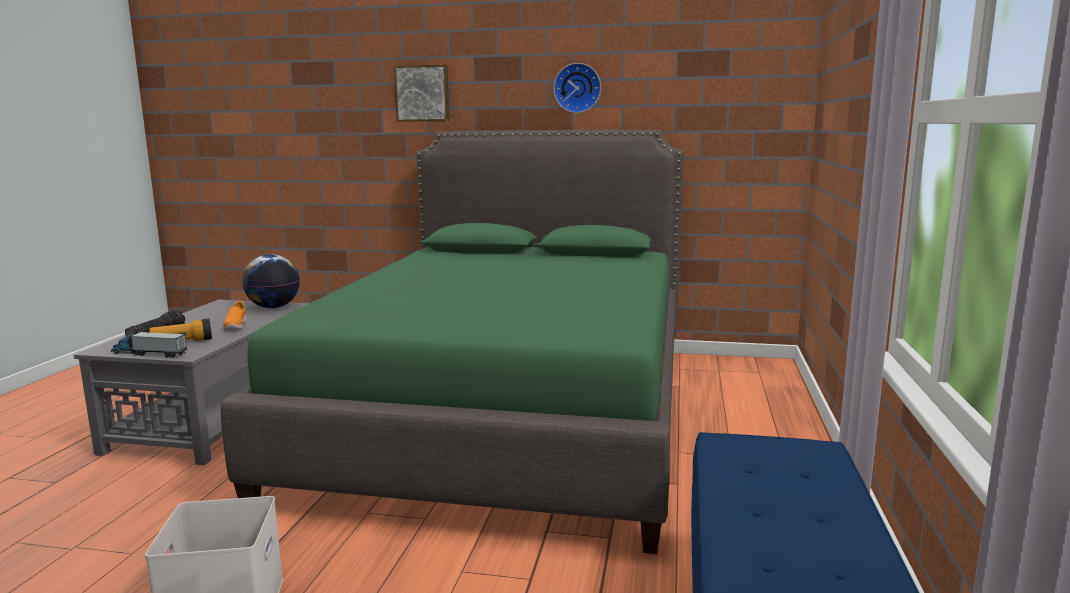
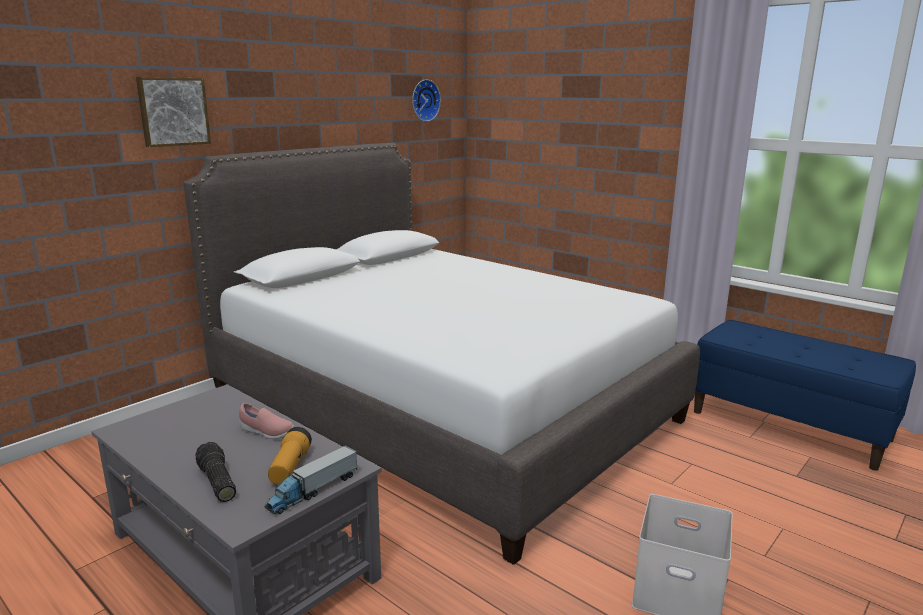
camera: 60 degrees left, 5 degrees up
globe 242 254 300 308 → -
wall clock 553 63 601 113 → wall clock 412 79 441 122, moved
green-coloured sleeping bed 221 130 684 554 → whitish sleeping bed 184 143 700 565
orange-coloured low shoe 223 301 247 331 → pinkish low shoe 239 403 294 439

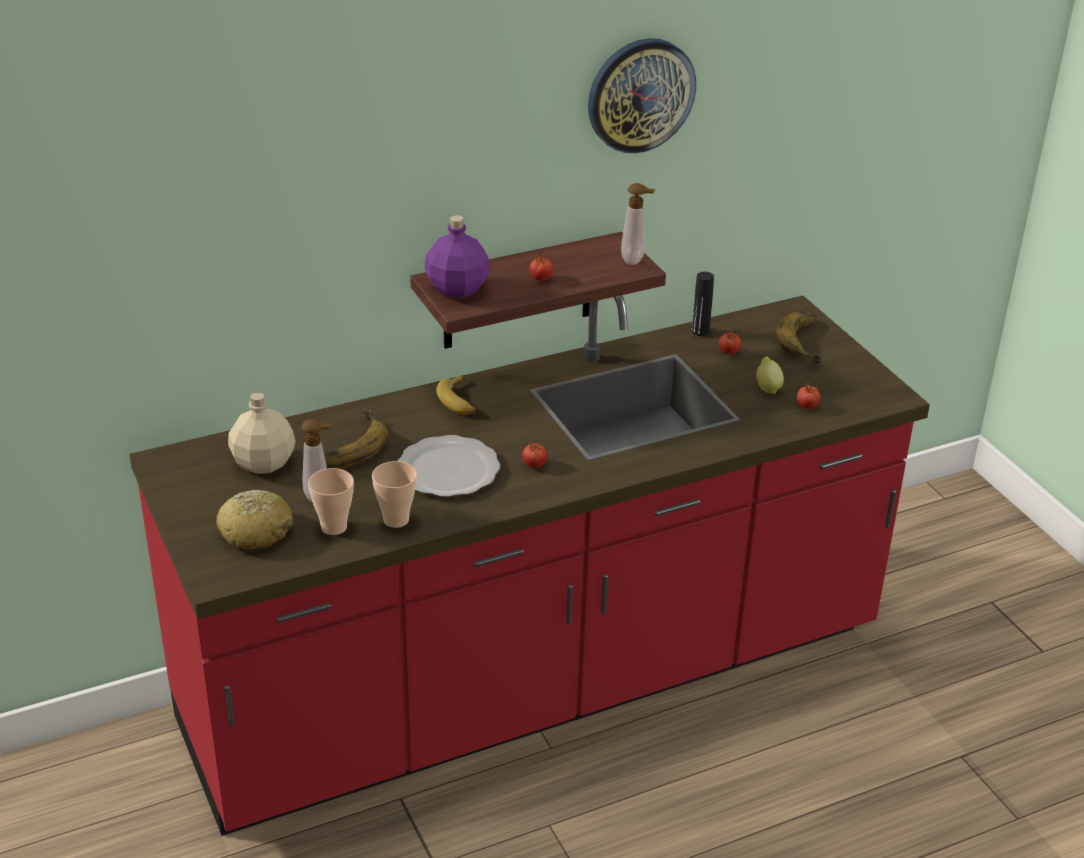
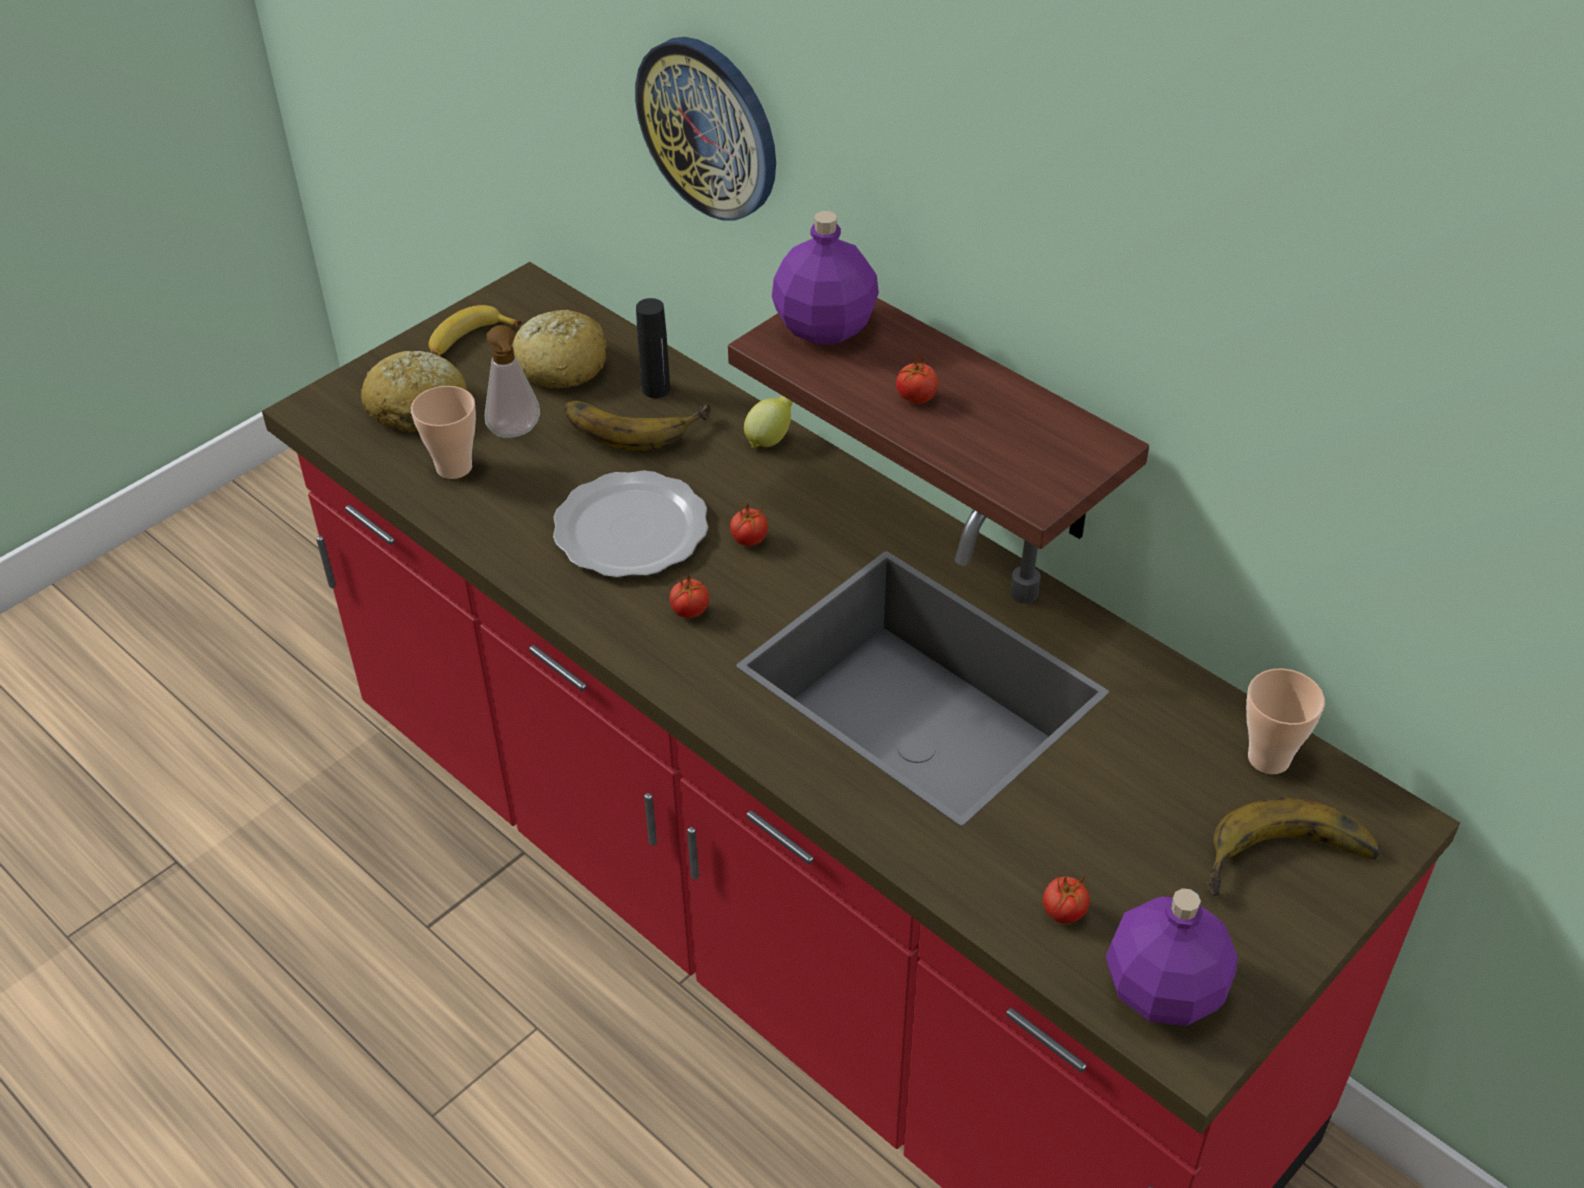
camera: 70 degrees right, 10 degrees up
liquid soap bottle 621 183 655 265 → -
- → purple drink bottle 1106 888 1238 1026
small cup 372 461 417 528 → small cup 1246 668 1325 774, moved
whole banana 436 375 476 415 → whole banana 429 305 521 356, moved
wall clock 588 38 696 153 → wall clock 635 37 776 221, moved
blackish drink bottle 692 272 714 336 → blackish drink bottle 636 298 670 398, moved
whole tomato 719 328 742 355 → whole tomato 730 502 768 546, moved
whole lemon 756 357 784 394 → whole lemon 744 396 793 448, moved
sand-coloured drink bottle 228 393 295 474 → bread 512 310 607 388

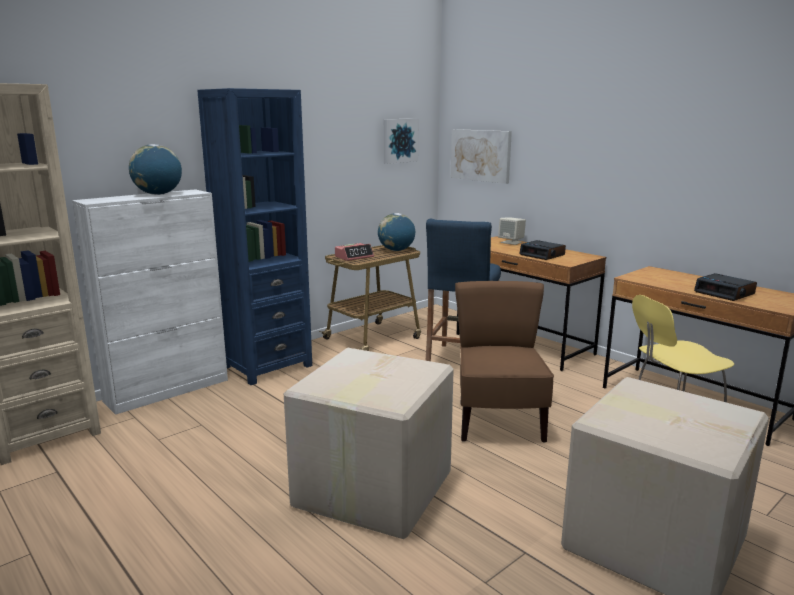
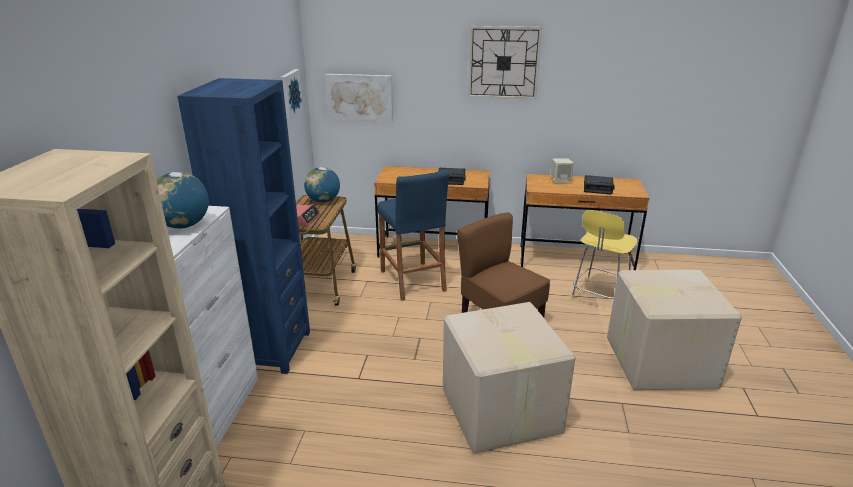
camera: 40 degrees left, 10 degrees up
- → wall clock 468 26 542 100
sand-coloured audio speaker 498 217 526 245 → sand-coloured audio speaker 551 158 574 183, moved

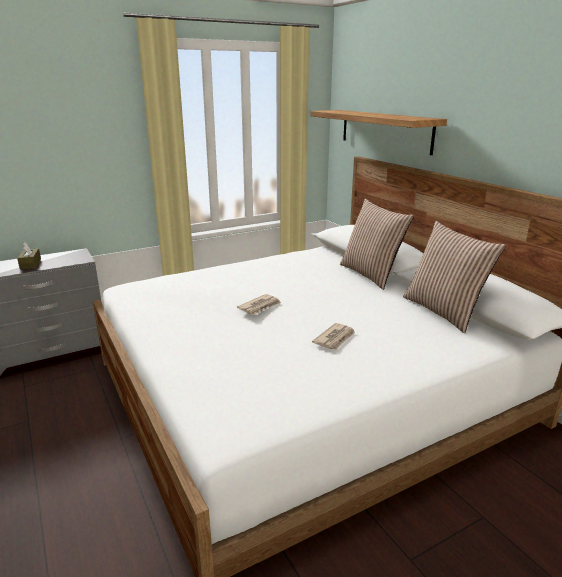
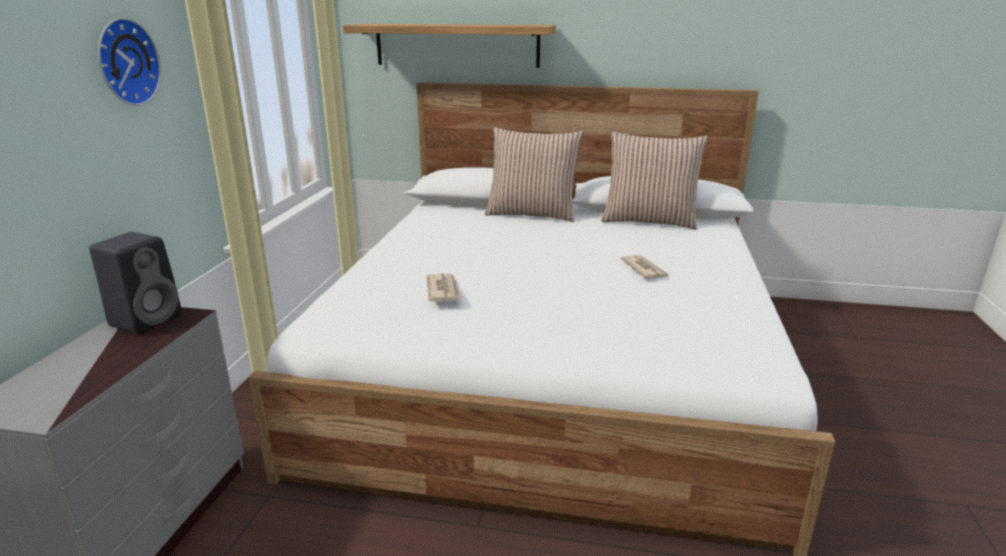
camera: 50 degrees left, 0 degrees up
brownish tissue box 17 242 41 269 → -
- → blackish audio speaker 89 232 182 334
- → wall clock 98 18 161 106
printed paper 237 294 281 315 → printed paper 427 274 463 301, moved

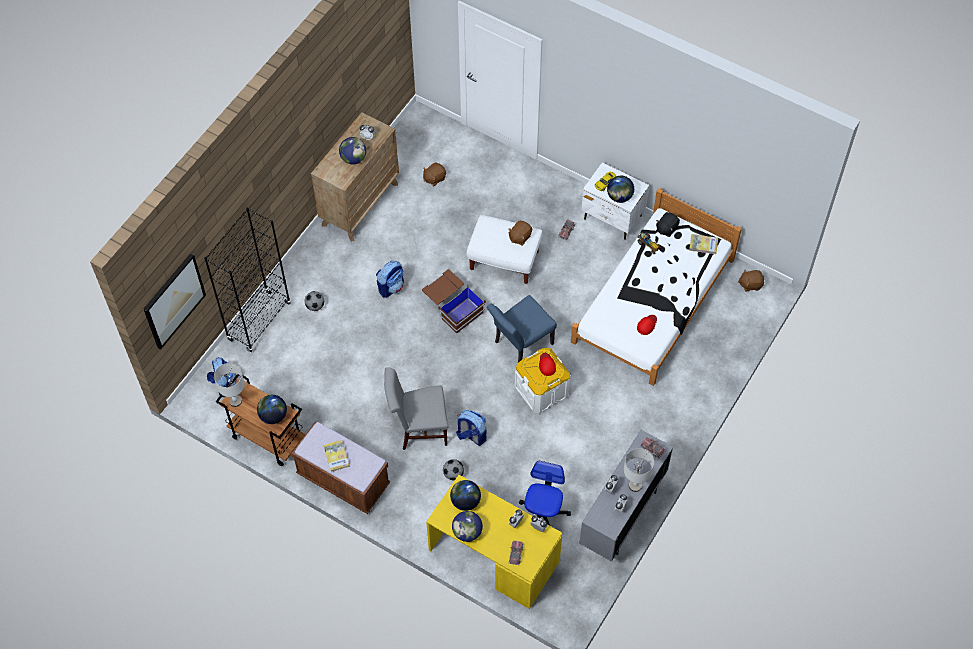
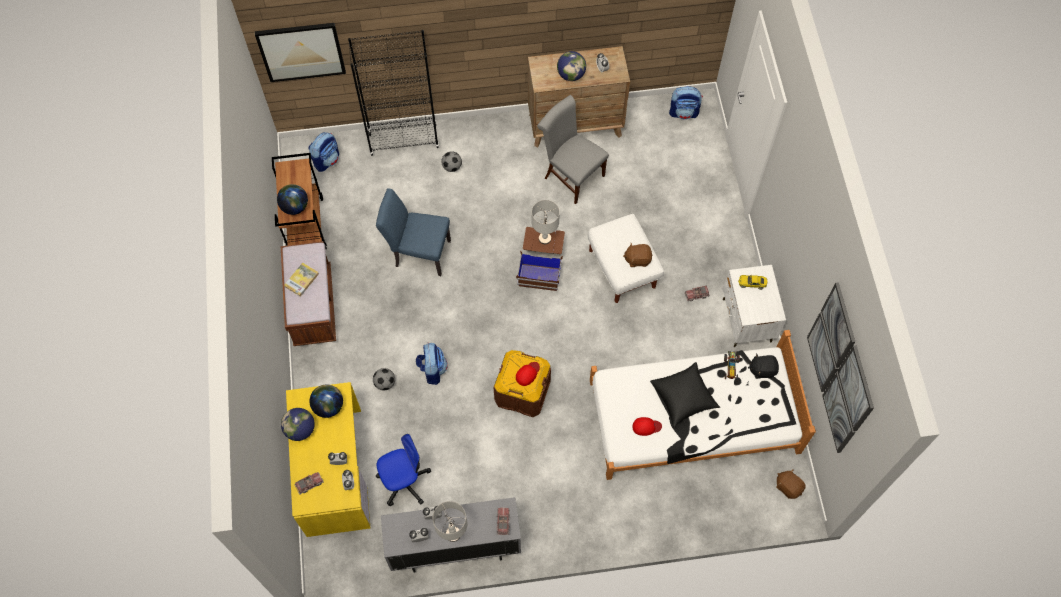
camera: 50 degrees right, 5 degrees up
brownish soft toy 423 163 446 186 → -
globe 607 176 634 203 → -
volume 689 234 718 254 → -
- → blackish pillow 650 362 720 427
- → picture 807 282 874 453
gray tabletop lamp 214 363 245 407 → gray tabletop lamp 531 200 560 244, moved
knapsack 376 261 404 298 → knapsack 669 86 703 120, moved
gray plain chair 384 367 448 450 → gray plain chair 537 95 609 204, moved
blue-coloured plain chair 487 295 557 363 → blue-coloured plain chair 376 188 451 276, moved
whitish storage box 515 348 571 414 → brownish storage box 493 350 551 417

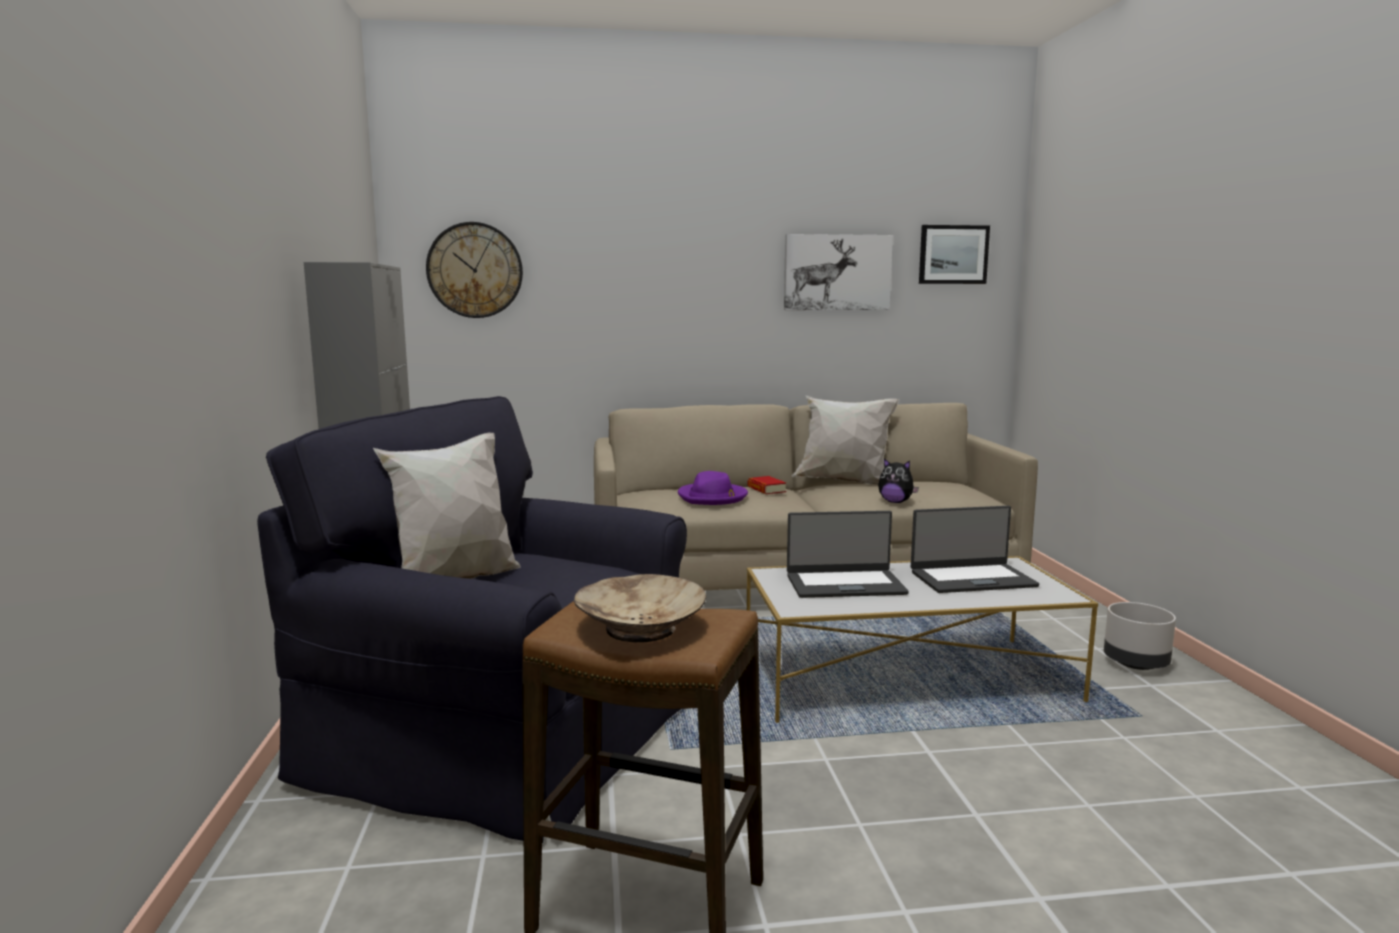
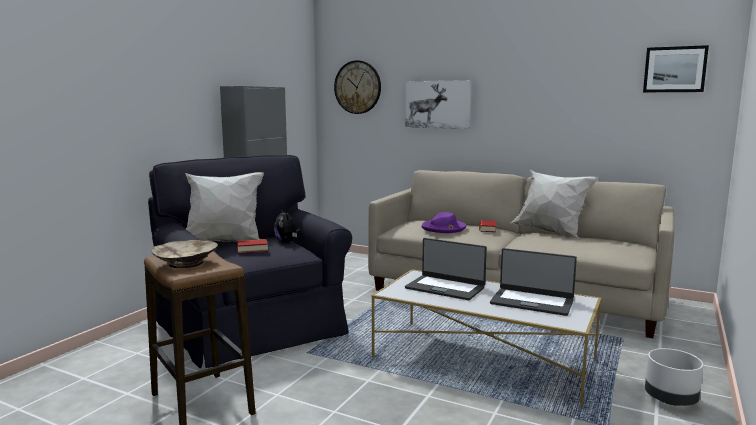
camera: 35 degrees right, 0 degrees up
- → volume 237 239 268 253
picture 784 234 893 310 → picture 405 80 472 129, moved
soft toy 878 458 919 503 → soft toy 274 209 300 243, moved

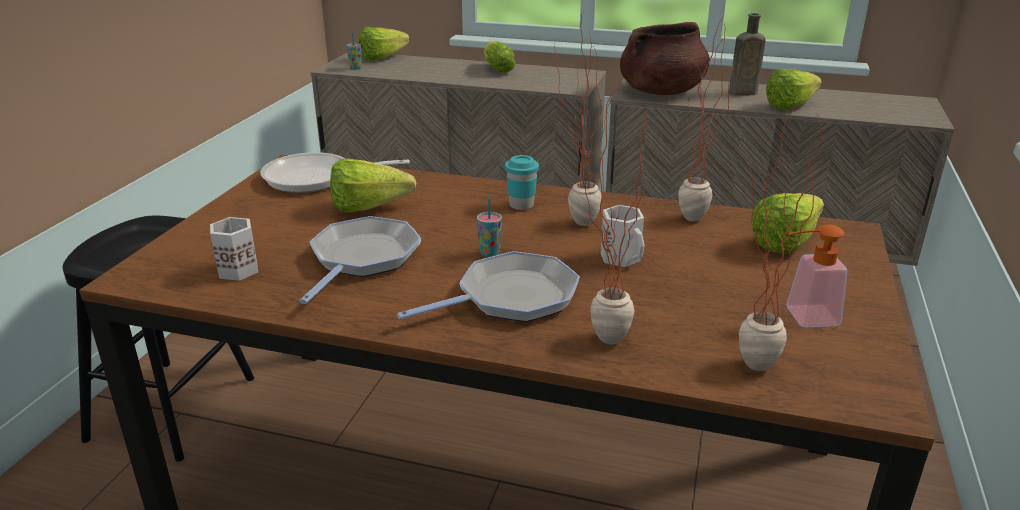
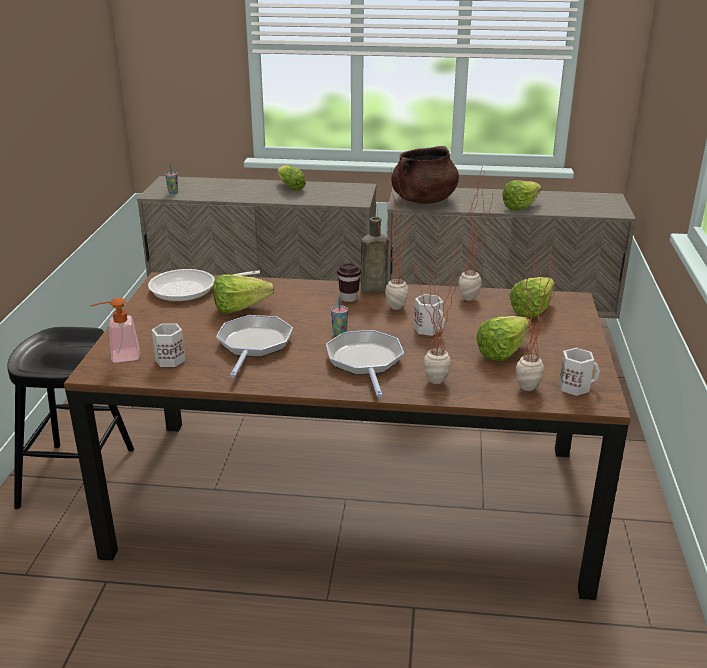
camera: 10 degrees left, 0 degrees up
- → whitish coffee mug 559 348 600 396
lettuce head 359 27 410 61 → lettuce head 476 316 530 361, moved
brownish drink bottle 729 13 766 96 → brownish drink bottle 361 217 389 293, moved
liquid soap bottle 787 224 847 327 → liquid soap bottle 90 298 140 363, moved
blue-green small cup 505 155 539 210 → brownish small cup 337 263 361 302
pan 397 251 580 322 → pan 326 330 404 397, 60 degrees counterclockwise

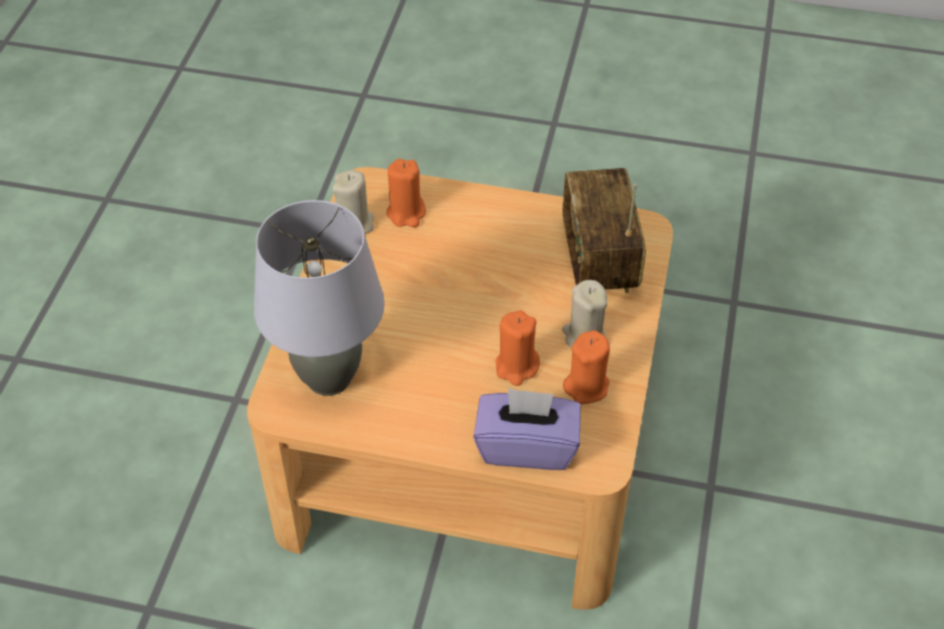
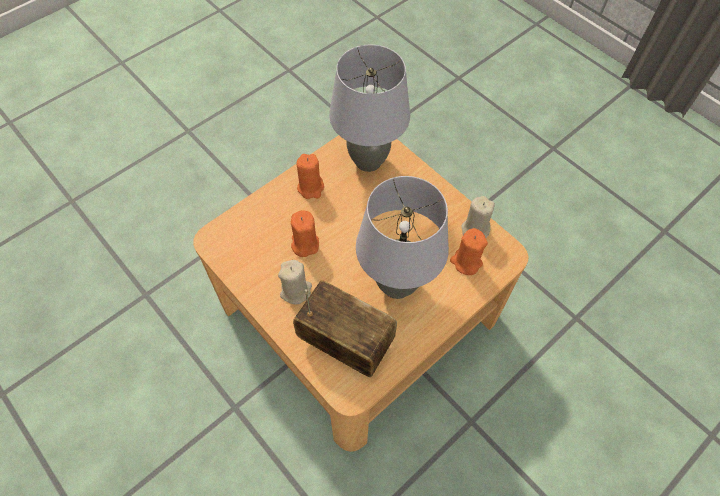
camera: 125 degrees right, 10 degrees up
purple tissue box 473 388 581 470 → -
- → gray tabletop lamp 356 176 449 299
orange-coloured wax light 563 330 610 404 → orange-coloured wax light 296 154 324 199, moved

